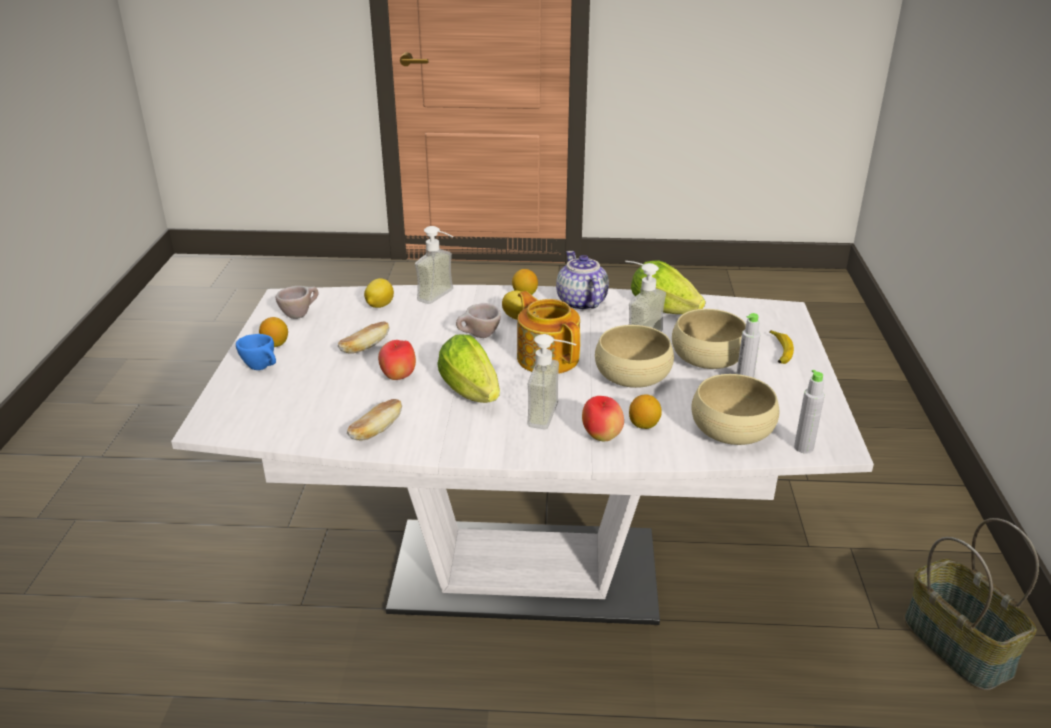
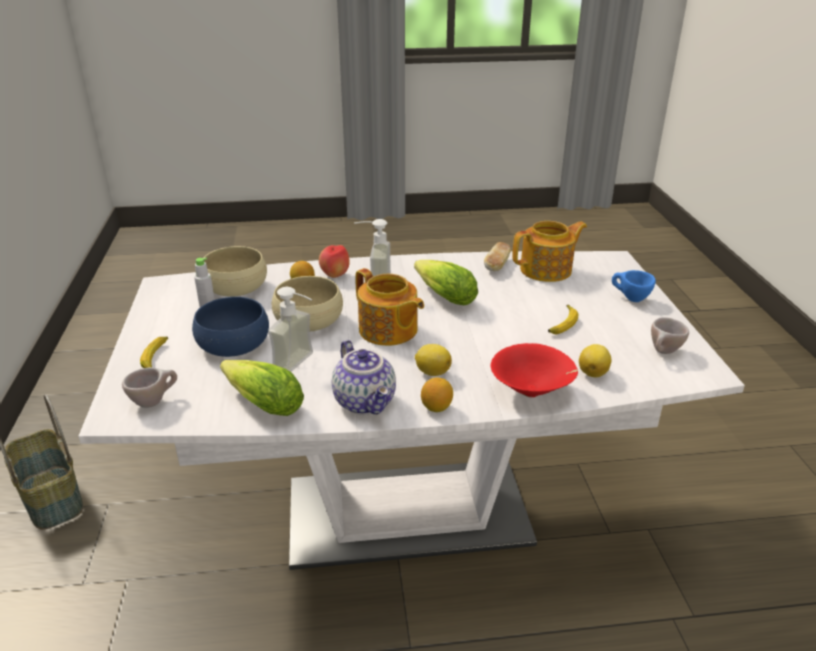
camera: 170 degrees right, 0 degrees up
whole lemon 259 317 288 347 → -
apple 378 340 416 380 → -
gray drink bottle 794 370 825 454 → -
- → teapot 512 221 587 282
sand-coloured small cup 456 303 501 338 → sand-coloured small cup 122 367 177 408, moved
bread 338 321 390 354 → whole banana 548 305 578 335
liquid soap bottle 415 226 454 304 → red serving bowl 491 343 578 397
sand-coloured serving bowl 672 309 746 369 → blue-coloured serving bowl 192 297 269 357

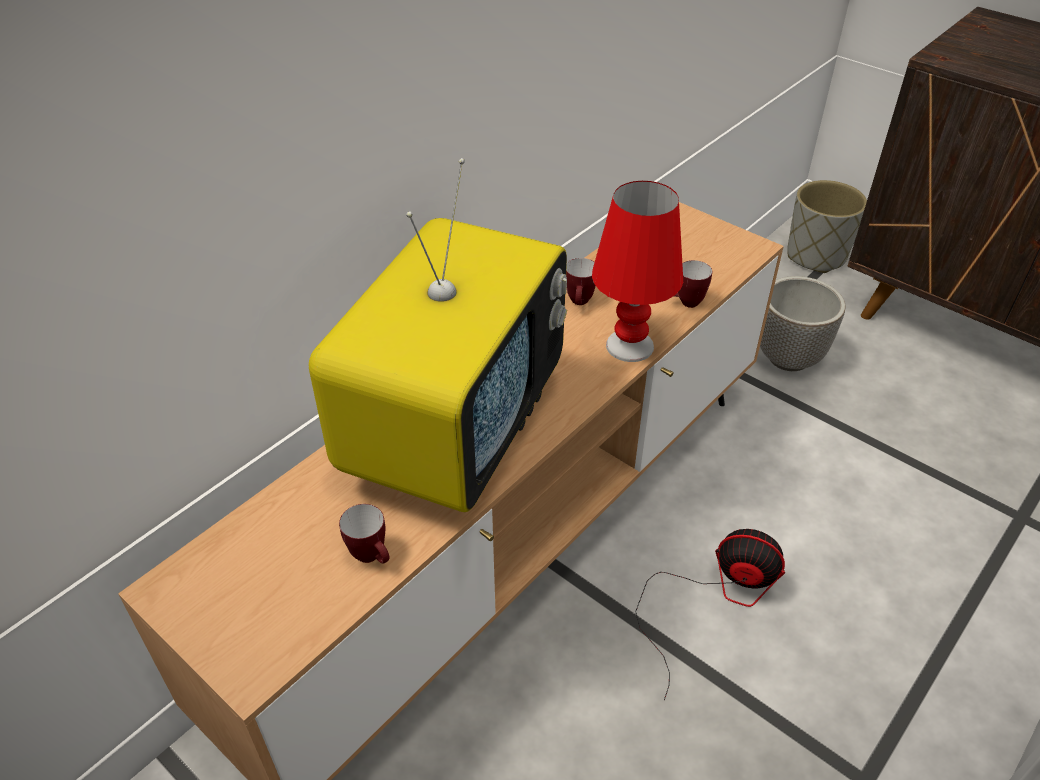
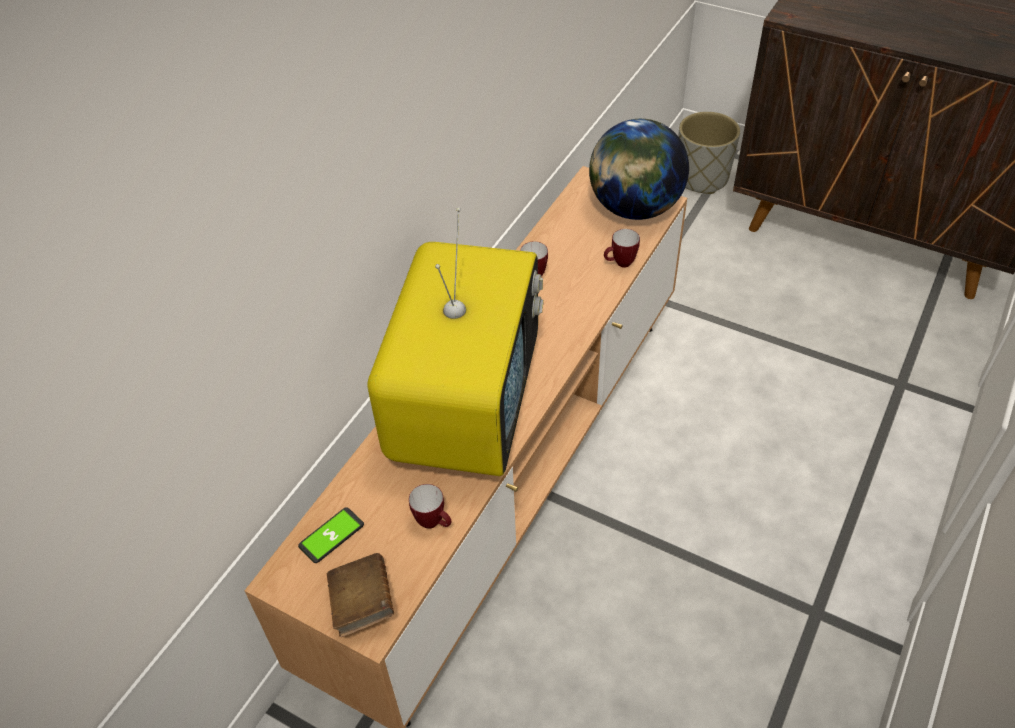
camera: 10 degrees left, 5 degrees up
red tabletop lamp 592 181 683 362 → -
electric fan 635 529 785 700 → -
flower pot 760 276 846 371 → -
- → handset 298 507 364 563
- → brownish volume 327 553 394 637
- → globe 589 119 689 220

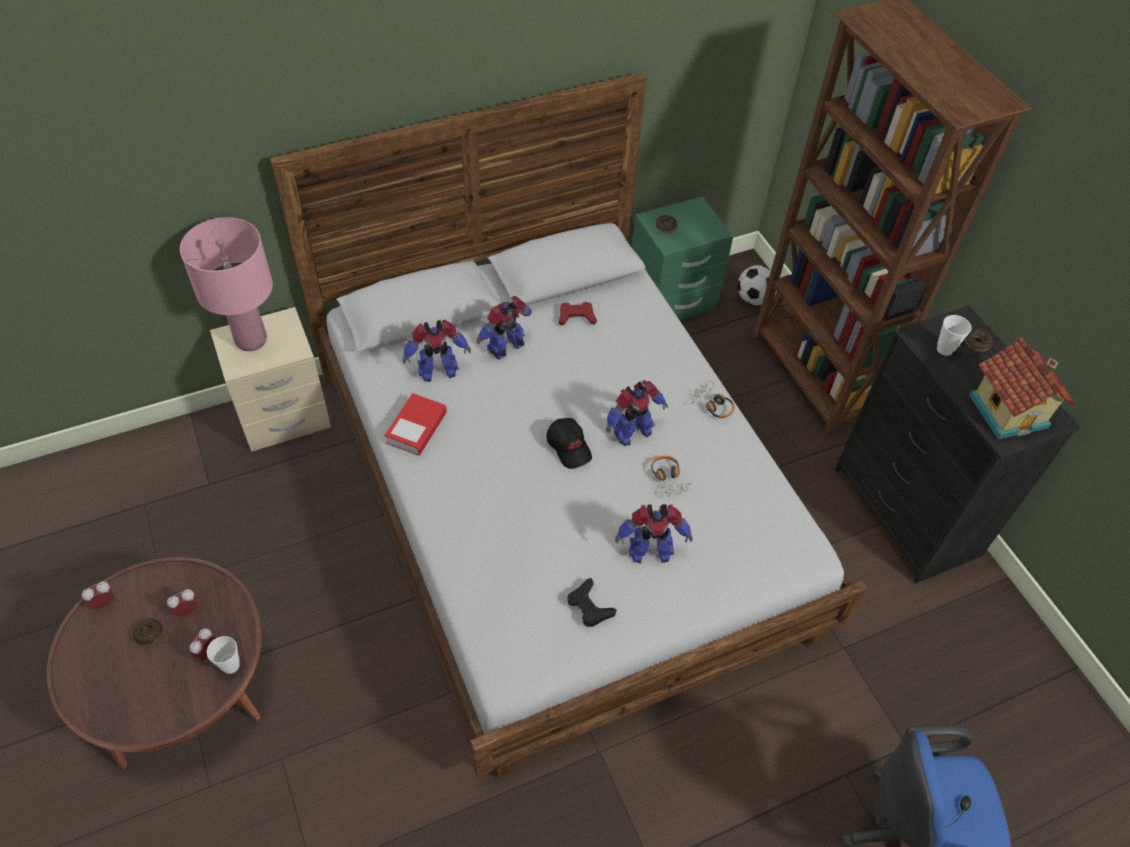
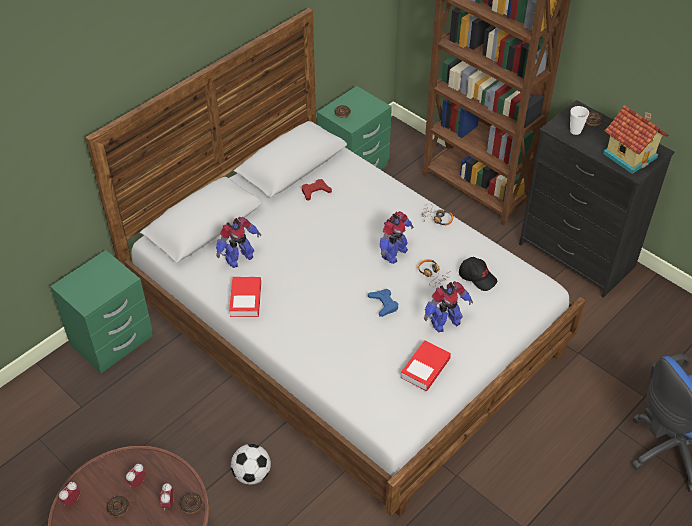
camera: 20 degrees left, 5 degrees down
pinkish tabletop lamp 180 217 273 351 → -
robot figure 476 296 532 360 → -
- → blue-coloured joypad 368 289 398 317
blackish cap 547 418 592 469 → blackish cap 459 257 497 291, moved
ball for football 738 265 777 305 → ball for football 231 444 271 485, moved
small cup 207 636 240 674 → ring doughnut 180 493 202 514
blackish joypad 567 578 617 627 → volume 401 340 451 391
sand-coloured nightstand 210 307 331 452 → green-coloured nightstand 50 250 153 373

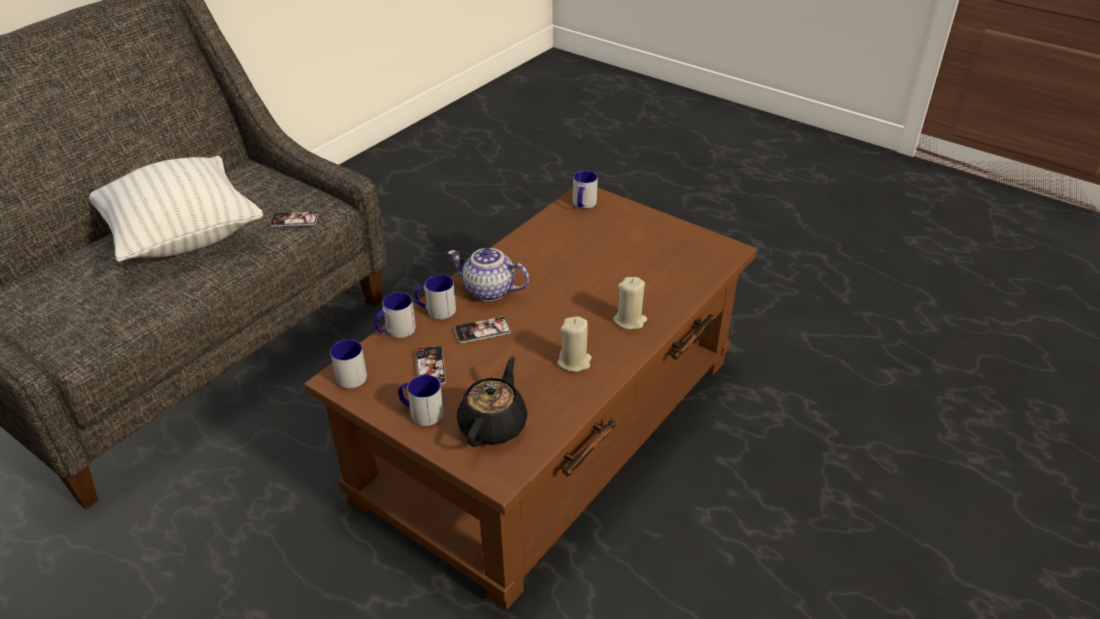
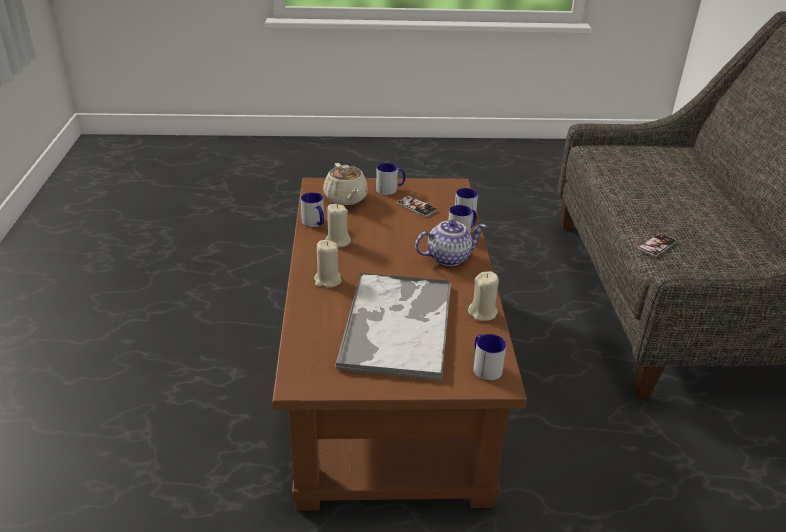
camera: 140 degrees right, 5 degrees down
whitish pillow 89 156 263 262 → -
handset 454 316 511 343 → -
- → carrying tray 335 273 451 381
- → sand-coloured wax light 468 271 499 321
coffee mug 330 339 367 388 → coffee mug 301 192 324 227, moved
blackish teapot 457 357 528 447 → sand-coloured teapot 323 163 369 205

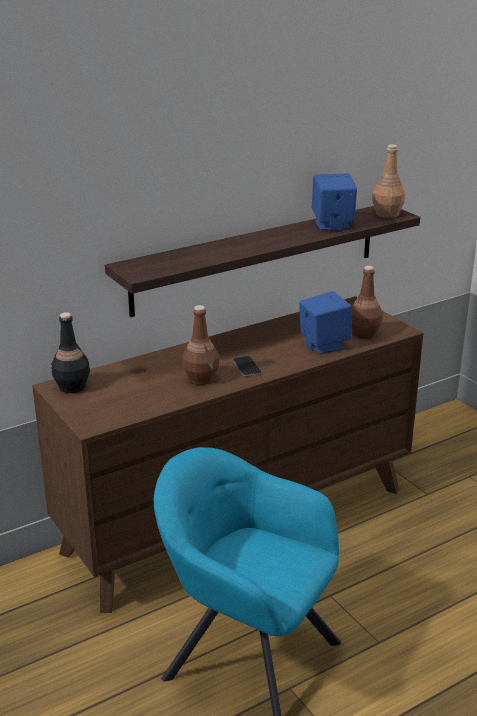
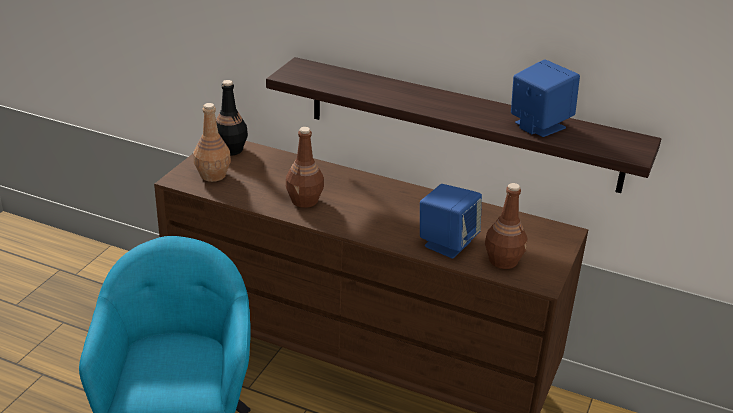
camera: 55 degrees right, 5 degrees up
handset 233 356 262 377 → -
brownish drink bottle 372 144 405 218 → brownish drink bottle 194 103 231 182, moved

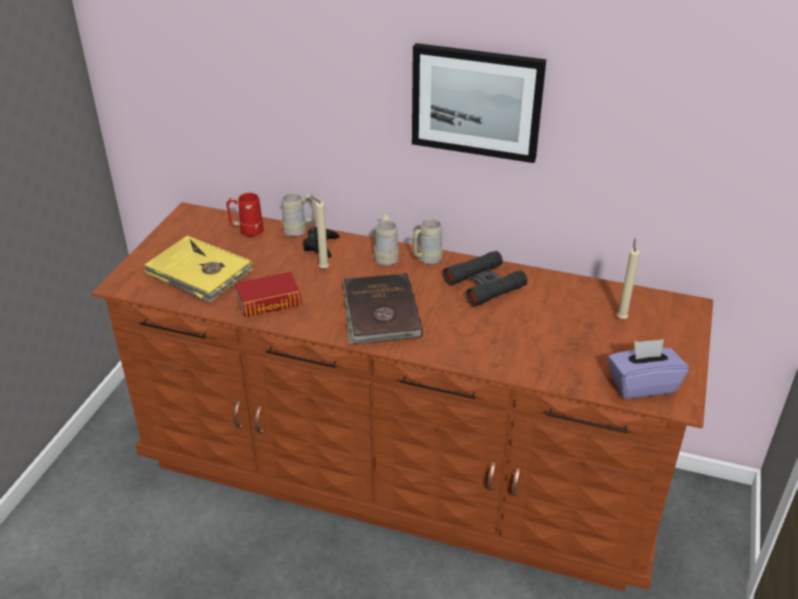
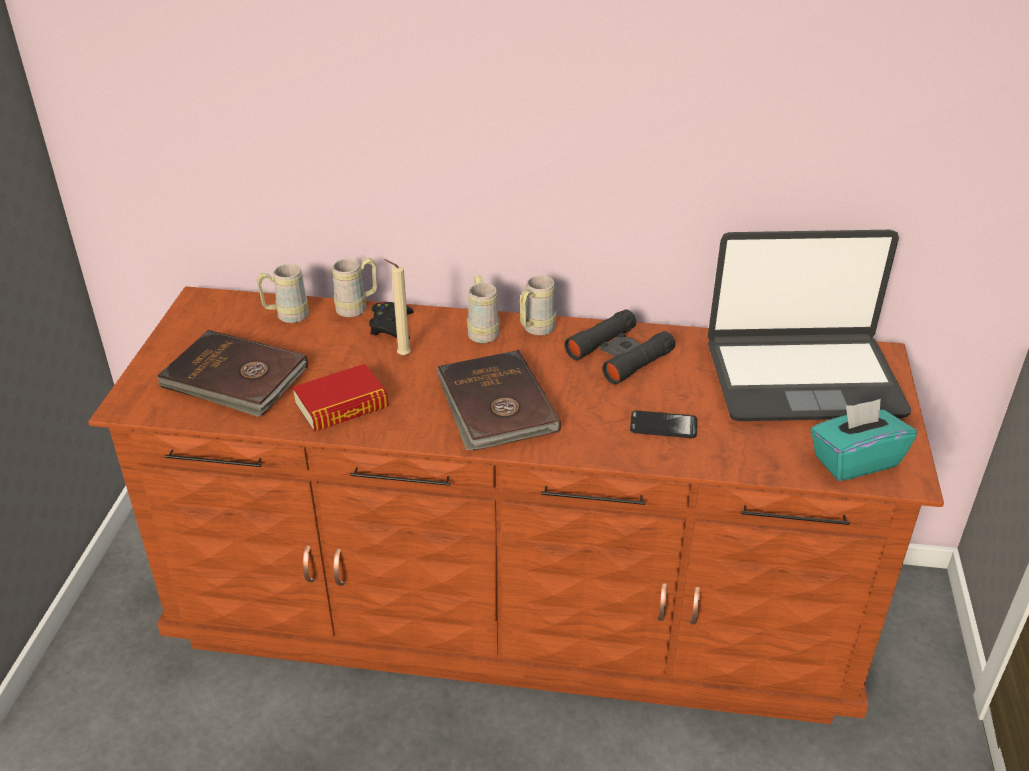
camera: 10 degrees left, 0 degrees up
picture 412 43 546 163 → -
- → handset 630 410 697 438
sand-coloured wax light 617 239 640 319 → laptop 708 230 911 421
yellowish volume 144 236 253 302 → brownish volume 157 330 308 417
red coffee mug 226 193 264 237 → sand-coloured coffee mug 257 264 309 323
purple tissue box 608 339 689 399 → blue-green tissue box 810 399 917 481

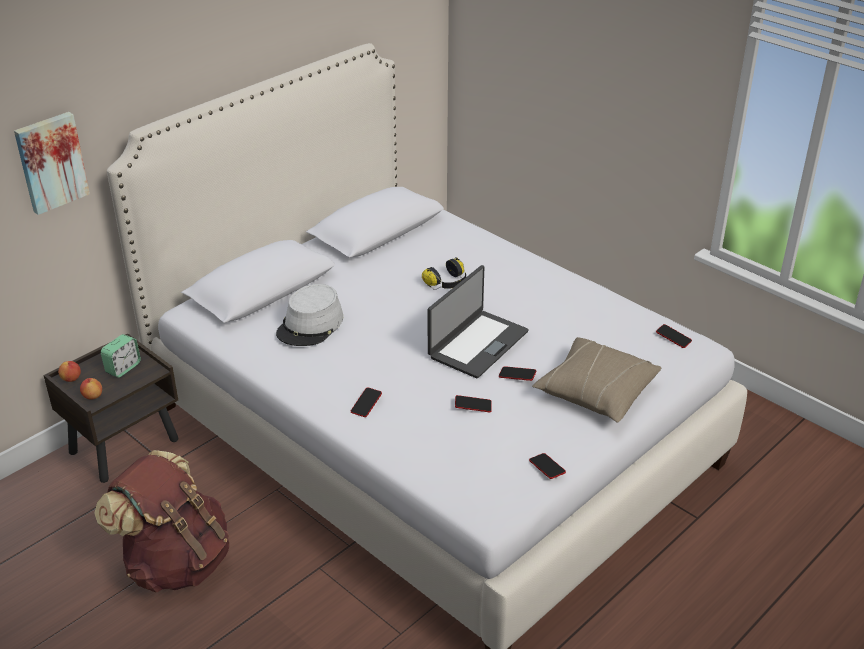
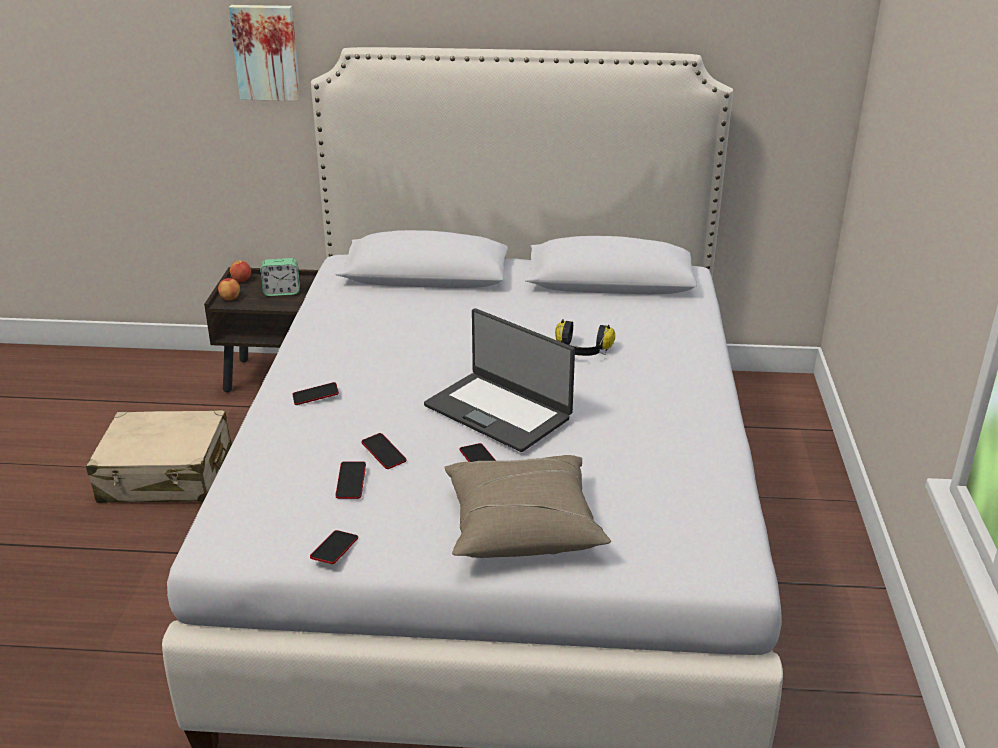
camera: 50 degrees right, 5 degrees down
gray clothing hat 276 284 343 346 → -
handset 656 324 692 348 → handset 335 461 366 499, moved
brownish knapsack 94 450 229 593 → sand-coloured suitcase 86 410 232 503
laptop 428 265 529 378 → laptop 424 308 575 452, 45 degrees clockwise

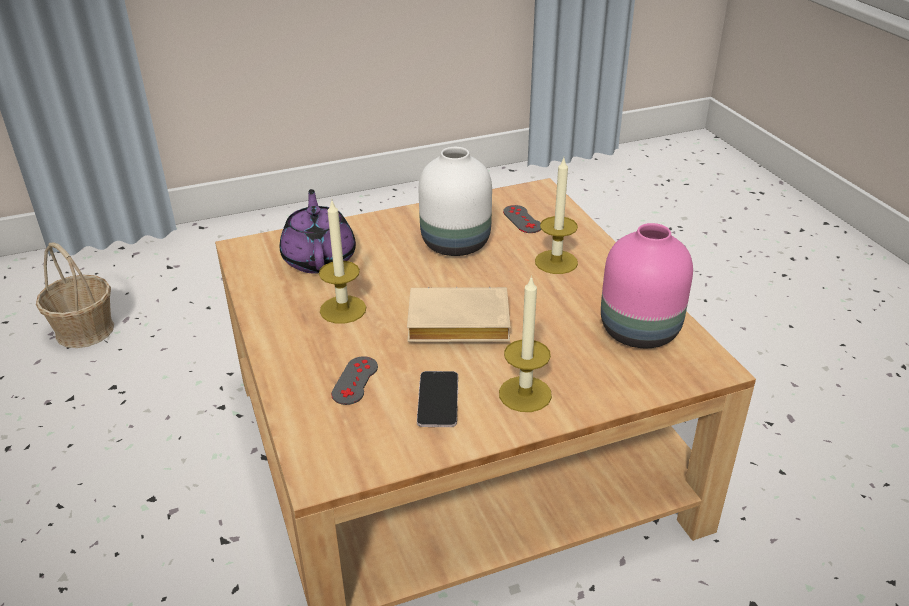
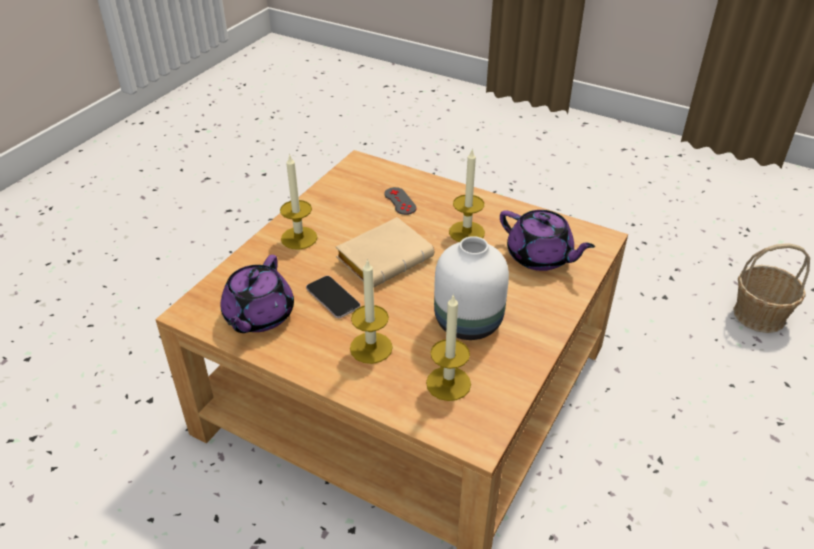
camera: 140 degrees right, 5 degrees up
handset 417 371 458 427 → handset 306 276 361 318, moved
gray joypad 503 205 541 233 → wax light 426 294 471 401
pinkish flower vase 601 223 693 348 → purple teapot 221 255 294 333

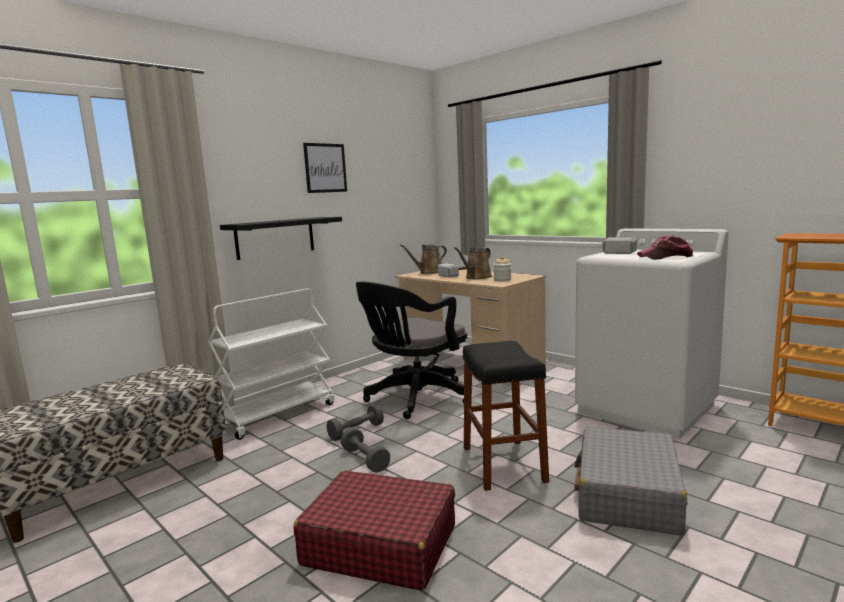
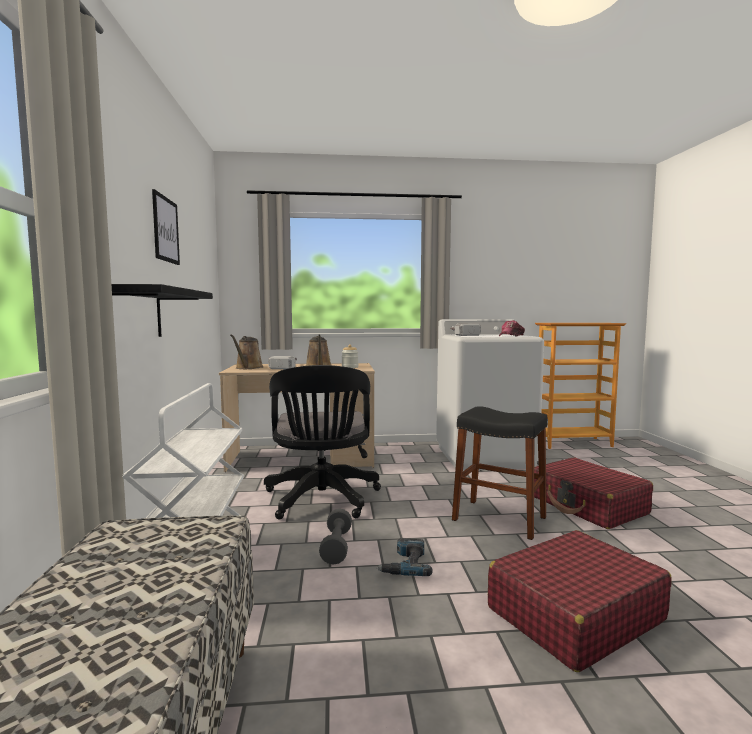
camera: 50 degrees left, 5 degrees down
gray free weight 341 427 390 473 → power drill 376 538 433 576
gray suitcase 574 427 687 535 → red suitcase 534 457 653 529

